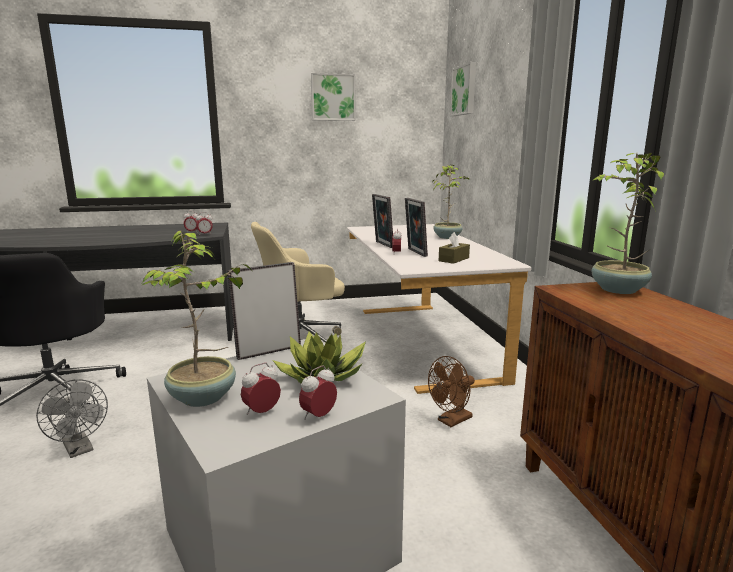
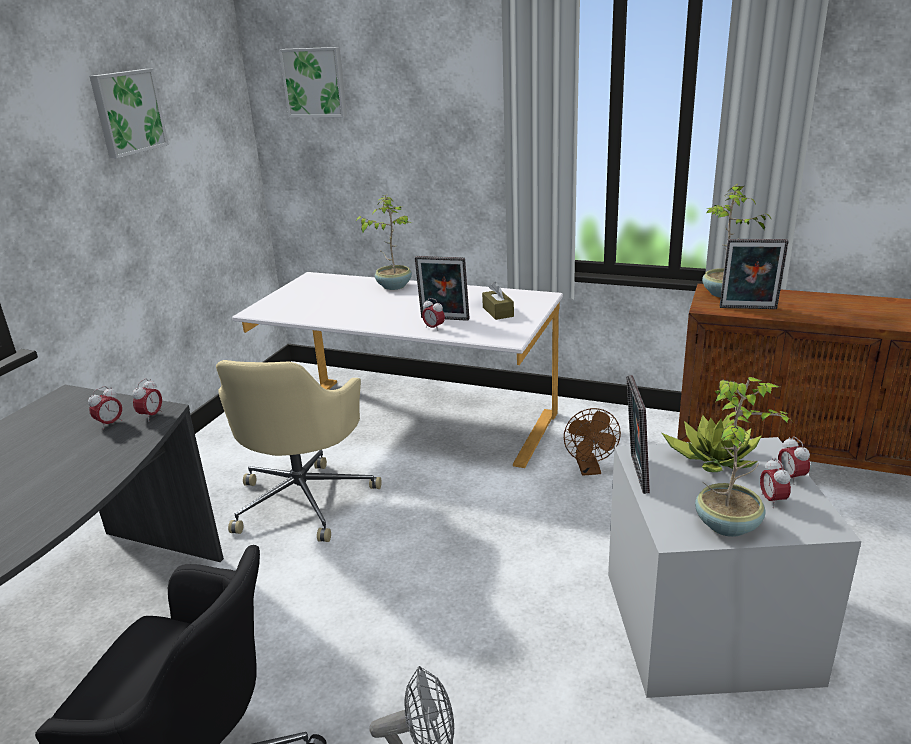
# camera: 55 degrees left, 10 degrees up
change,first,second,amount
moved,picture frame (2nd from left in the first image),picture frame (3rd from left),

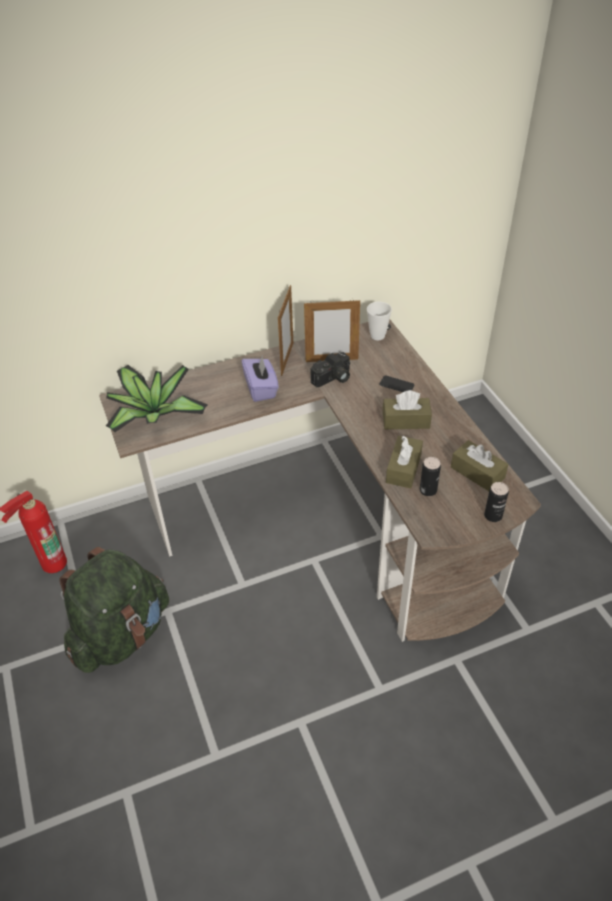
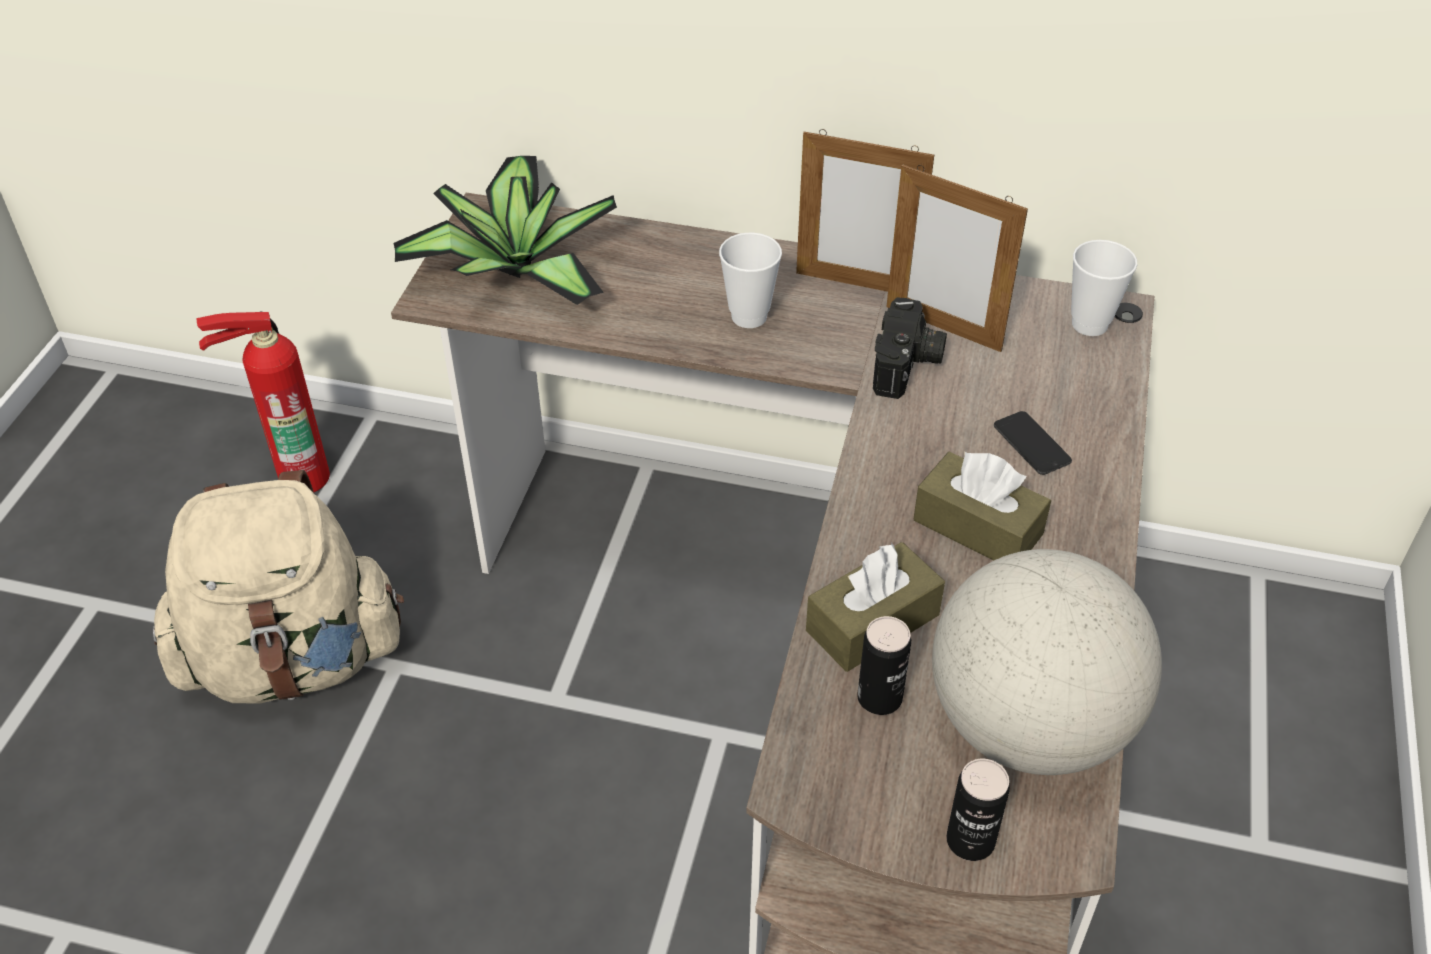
# camera: 35 degrees right, 0 degrees up
change,first,second,amount
replaced,purple-coloured tissue box,drinking cup (1st from left),
replaced,brown-coloured tissue box (3rd from left),desk globe,
recoloured,green-coloured knapsack,sand-coloured knapsack,
turned,picture frame (1st from left),,60 degrees clockwise
turned,photo camera,,75 degrees counterclockwise

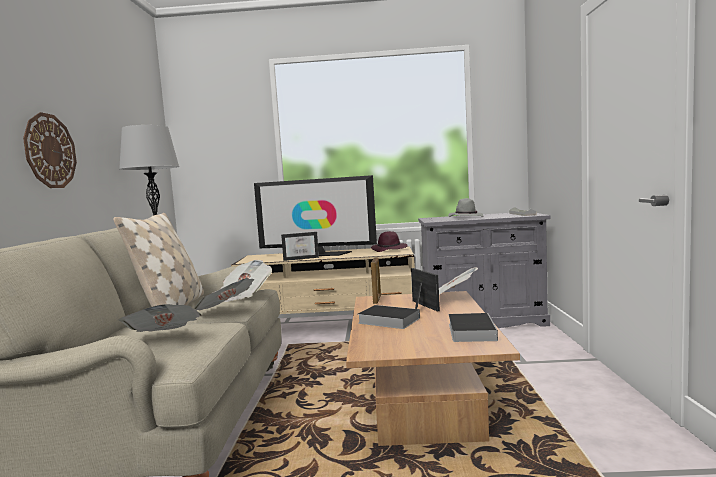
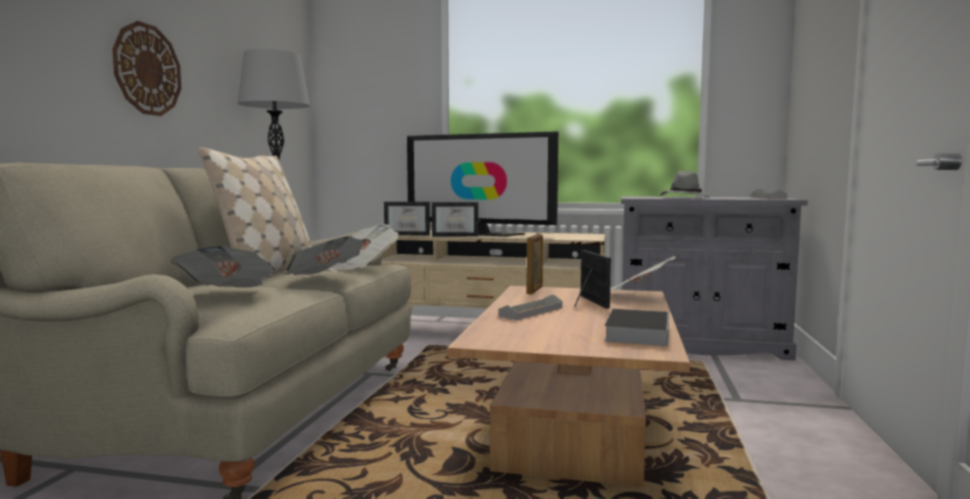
# camera: 10 degrees right, 0 degrees up
change,first,second,amount
removed,purple-coloured wearable hat,,
added,,picture frame (1st from left),
replaced,bound book (1st from left),gray tray (1st from left),

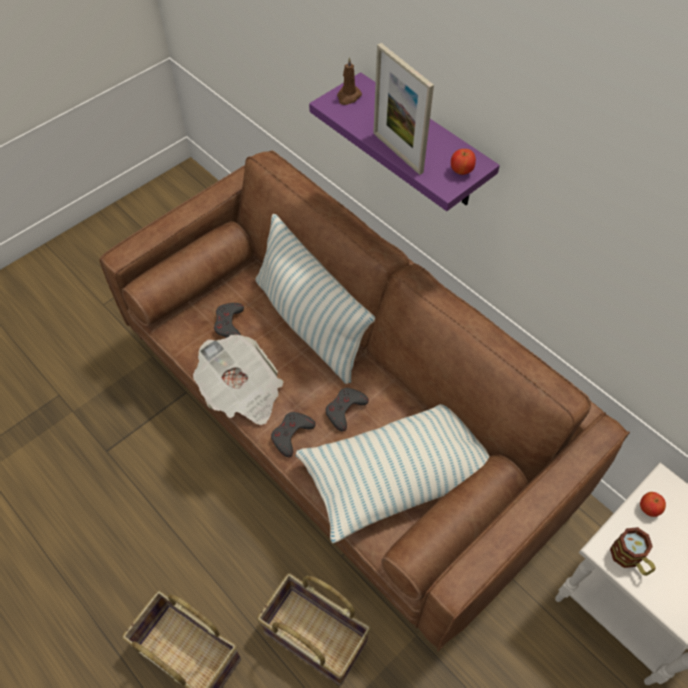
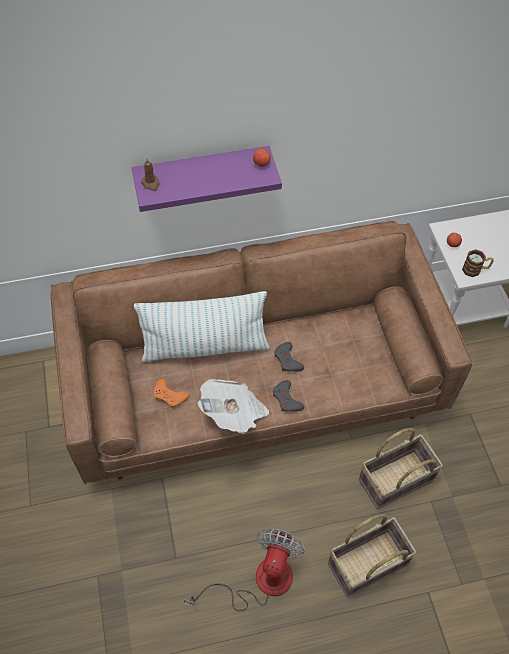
# camera: 60 degrees left, 0 degrees up
change,first,second,amount
removed,throw pillow (2nd from left),,
removed,picture frame,,
added,,fan,
recoloured,gray gamepad (1st from left),orange gamepad,

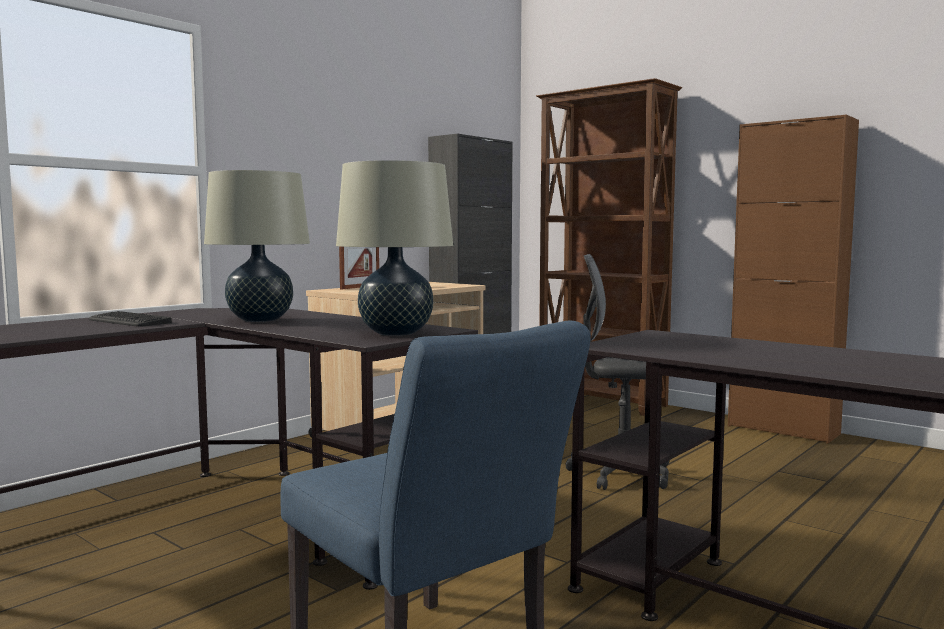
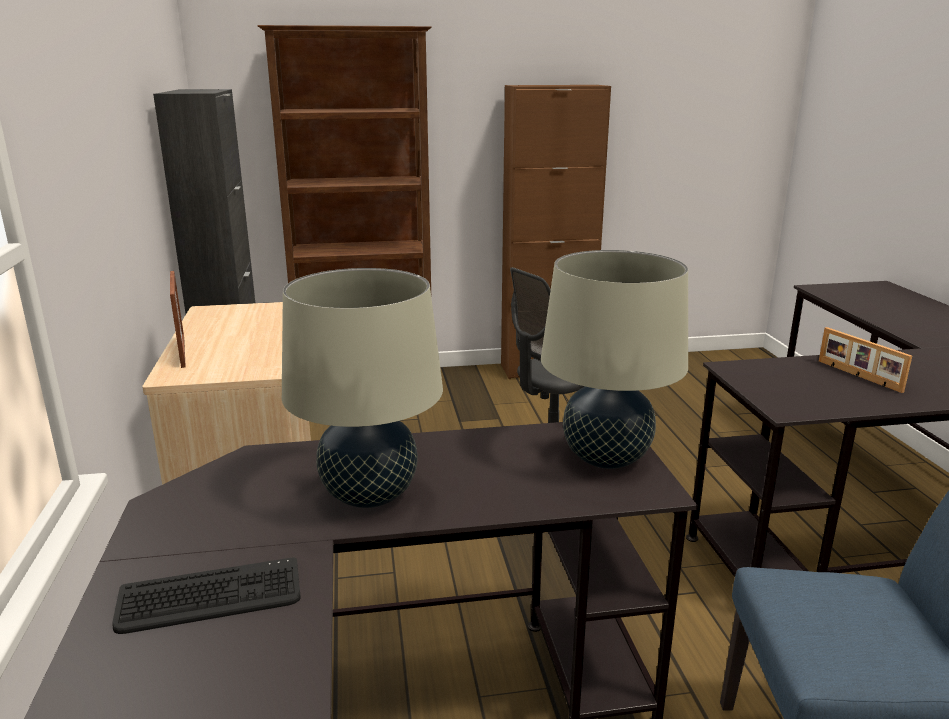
# camera: 50 degrees left, 15 degrees up
change,first,second,amount
added,,picture frame (2nd from left),

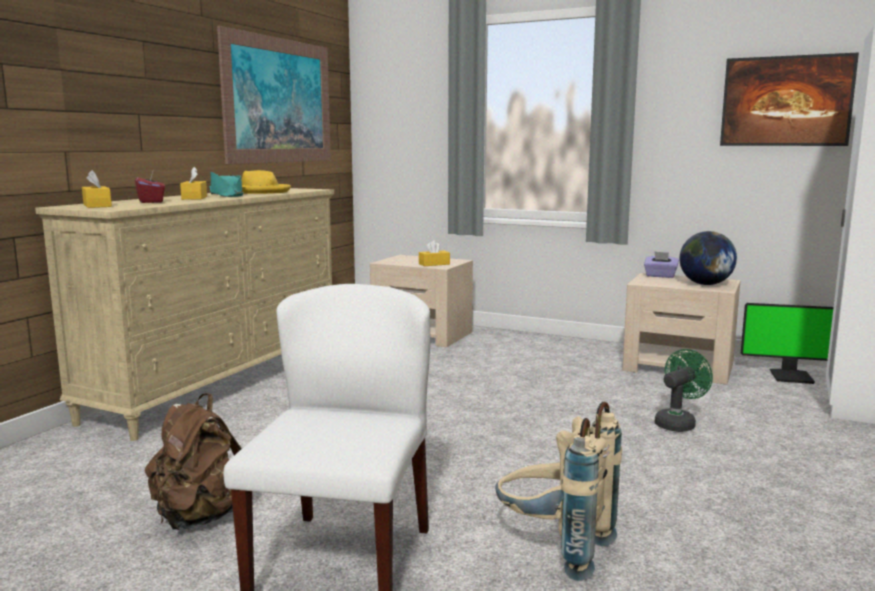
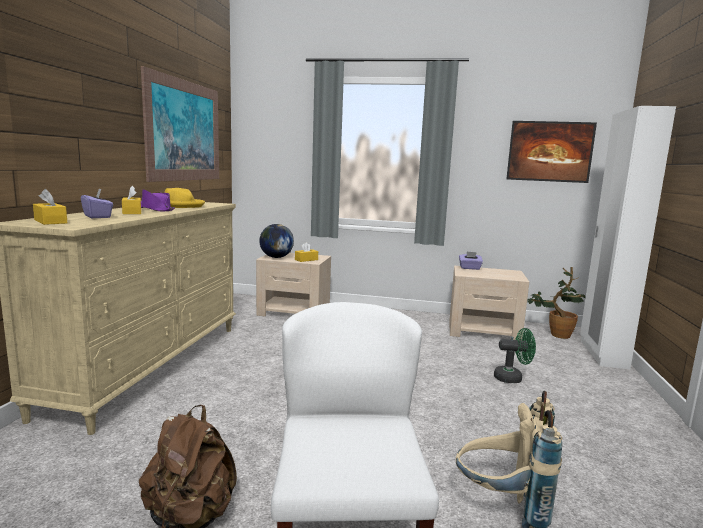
# camera: 15 degrees left, 0 degrees up
change,first,second,amount
moved,desk globe,,
replaced,computer display,plant in a pot,
recoloured,red-coloured tissue box,purple-coloured tissue box (1st from left),
recoloured,turquoise wearable hat,purple-coloured wearable hat,
turned,green-coloured fan,,60 degrees clockwise

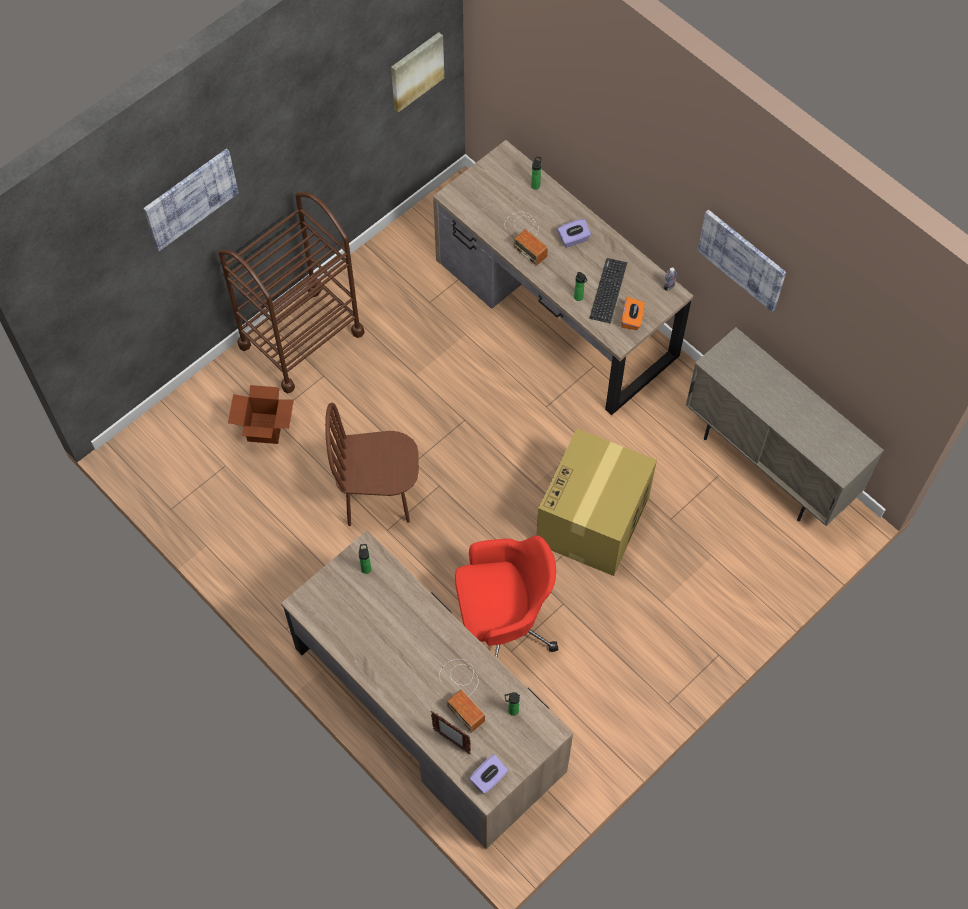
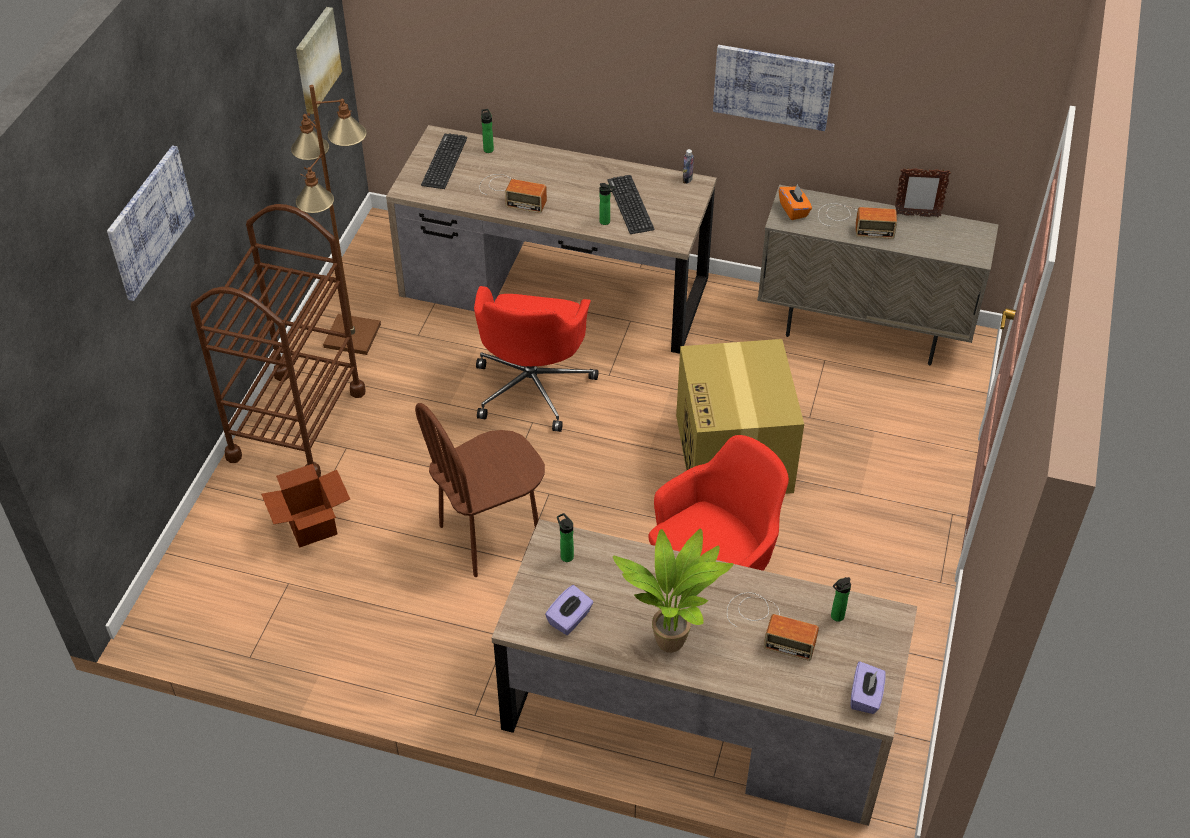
# camera: 30 degrees left, 15 degrees down
change,first,second,amount
added,,brown-coloured standing lamp,
added,,PC keyboard (1st from left),
added,,red-coloured computer chair (1st from left),
added,,plant in a pot,
added,,radio receiver (3rd from left),
moved,picture frame,,
moved,purple-coloured tissue box (2nd from left in the first image),purple-coloured tissue box (1st from left),
moved,orange tissue box,,

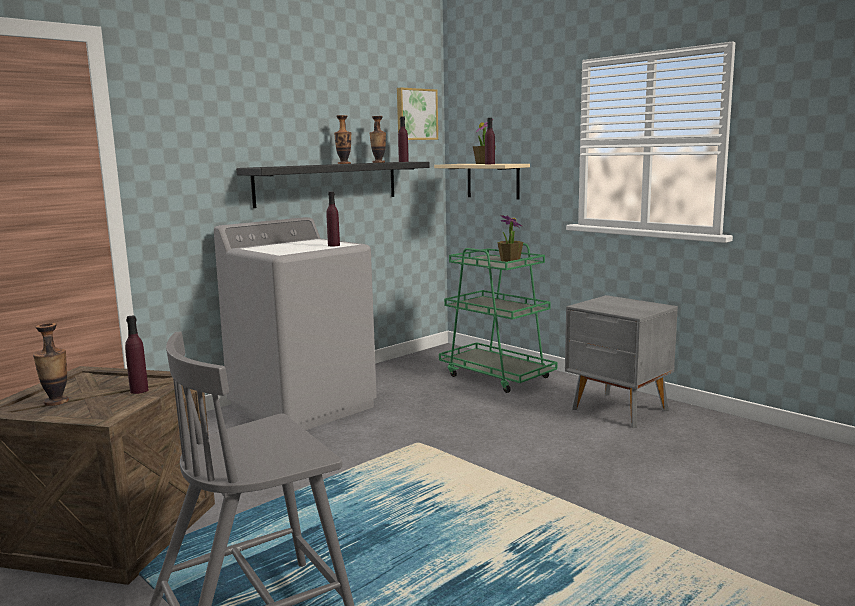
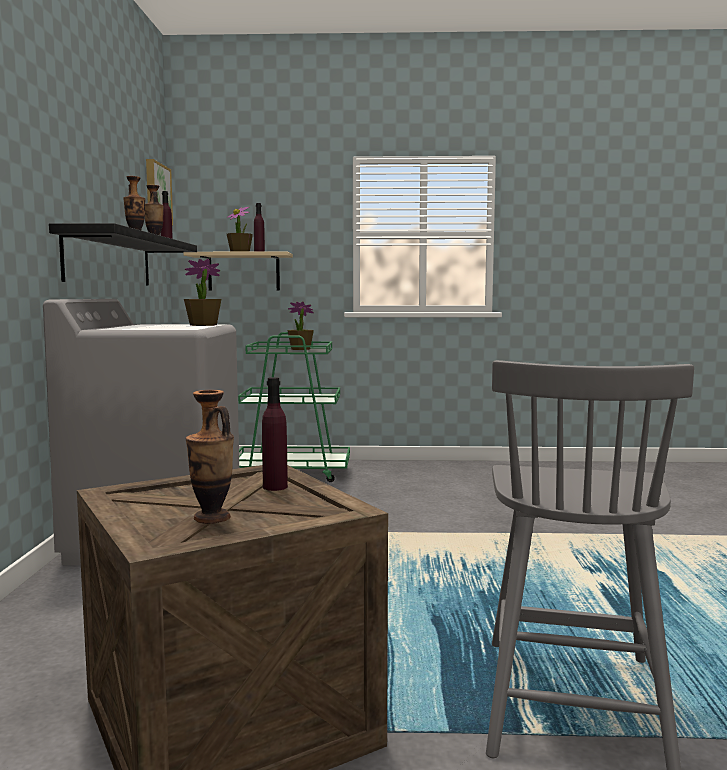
# camera: 45 degrees left, 5 degrees down
change,first,second,amount
removed,gray nightstand,,
replaced,purple-coloured drink bottle (2nd from left),plant in a pot (1st from left),

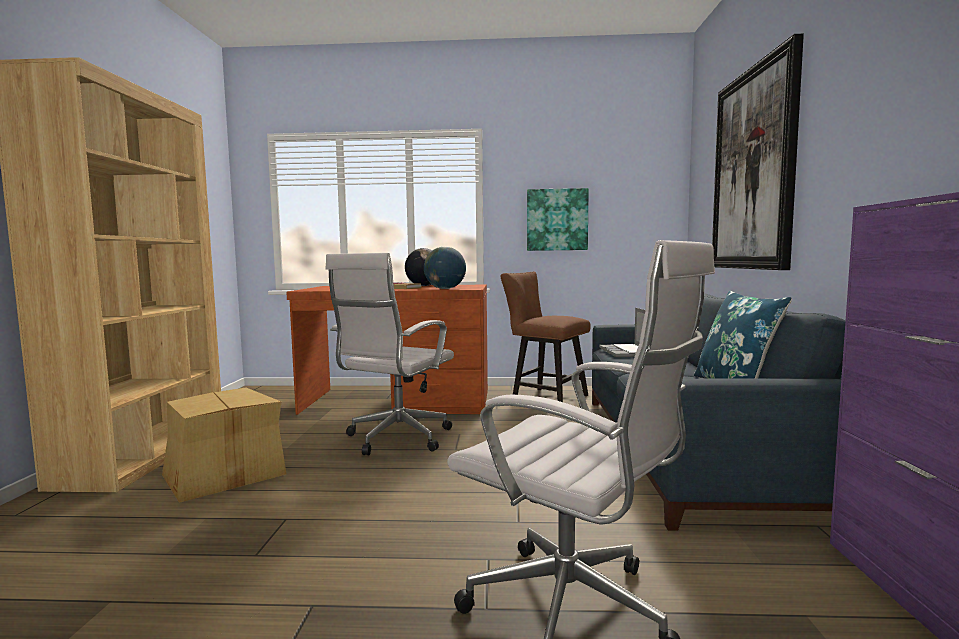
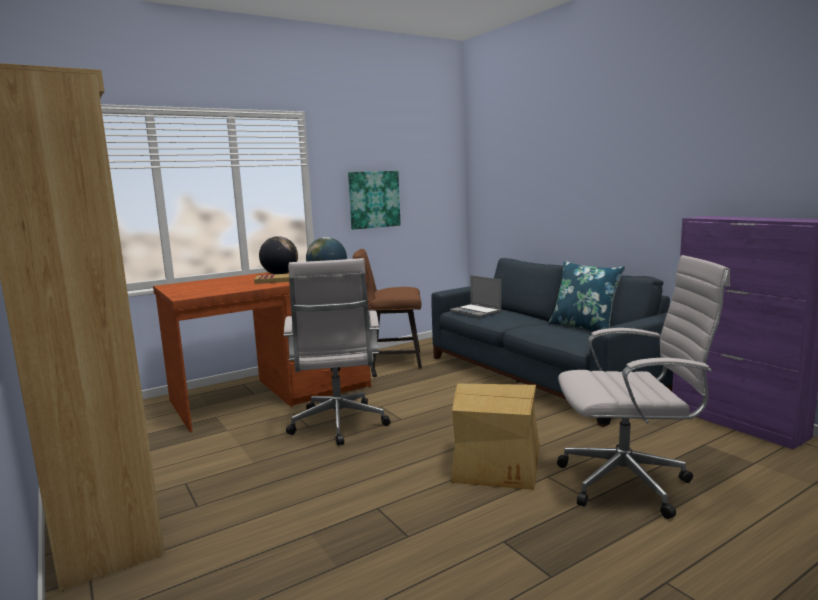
# camera: 35 degrees left, 5 degrees up
change,first,second,amount
removed,wall picture (2nd from left),,
moved,packing box,,

